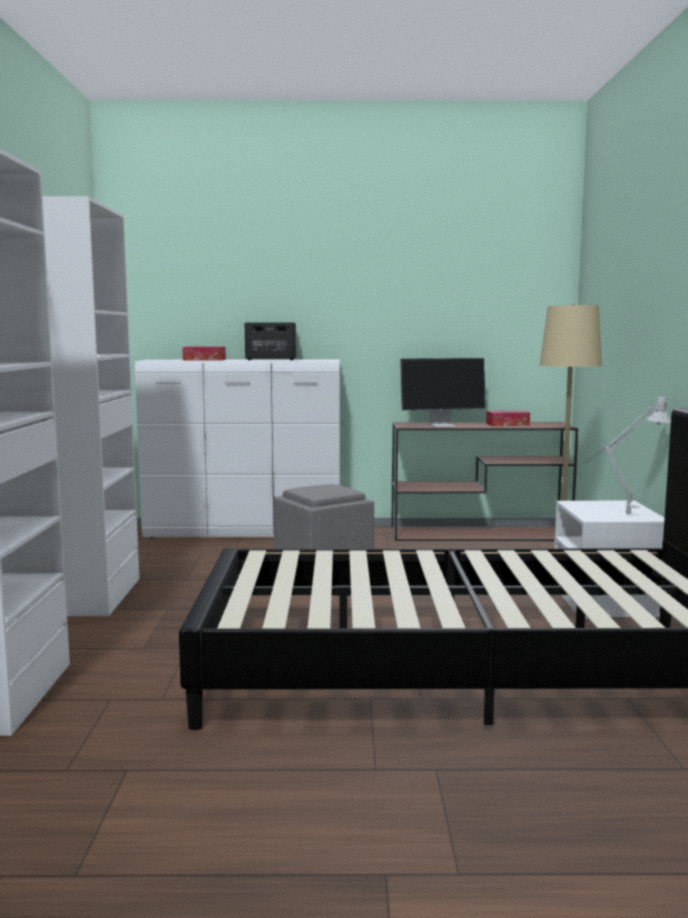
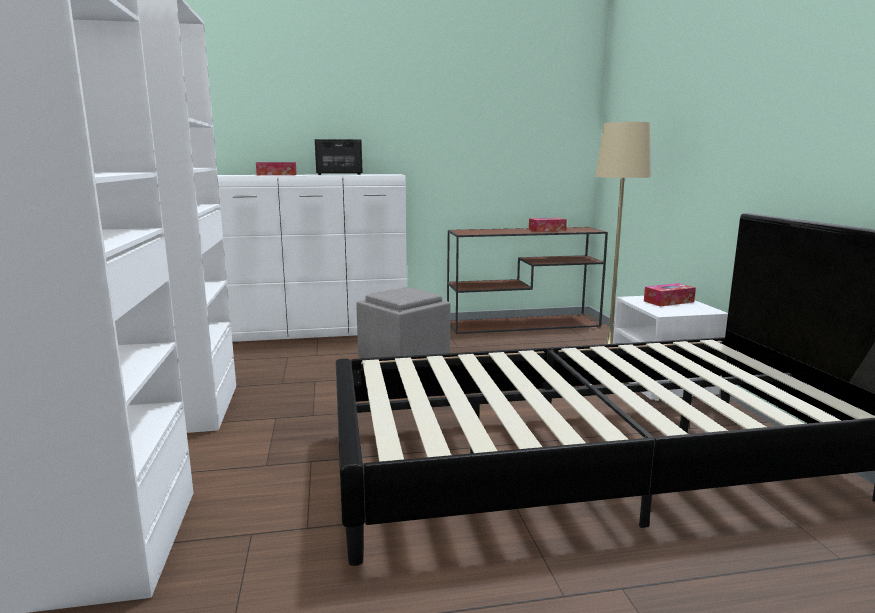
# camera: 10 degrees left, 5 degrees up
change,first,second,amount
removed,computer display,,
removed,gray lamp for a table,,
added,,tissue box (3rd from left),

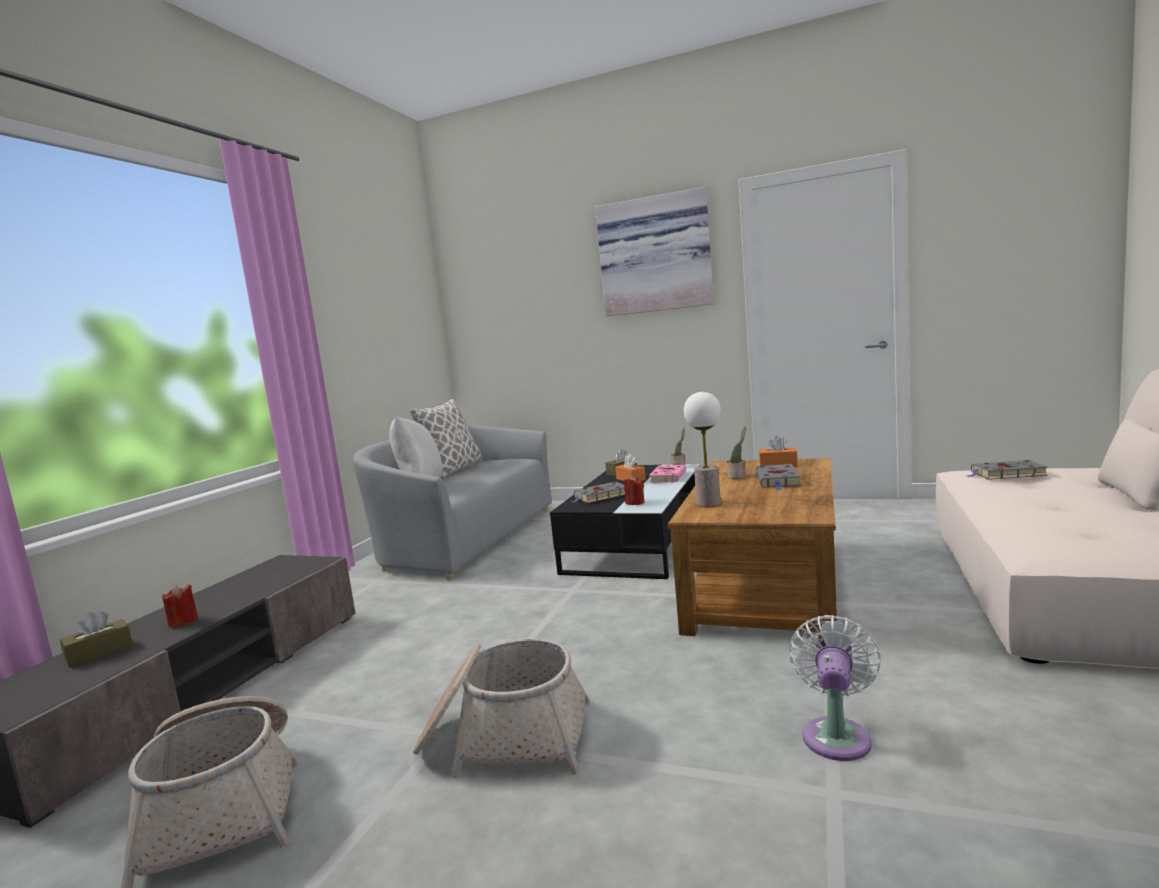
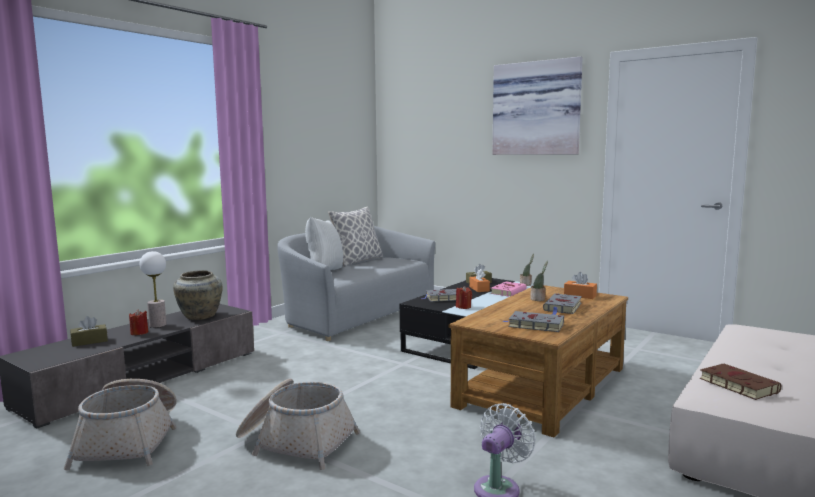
# camera: 15 degrees right, 0 degrees up
change,first,second,amount
added,,sand-coloured decorative vase,
added,,brown-coloured bound book,
moved,lamp for a table,,
moved,gray bound book (3rd from left in the first image),gray bound book (2nd from left),

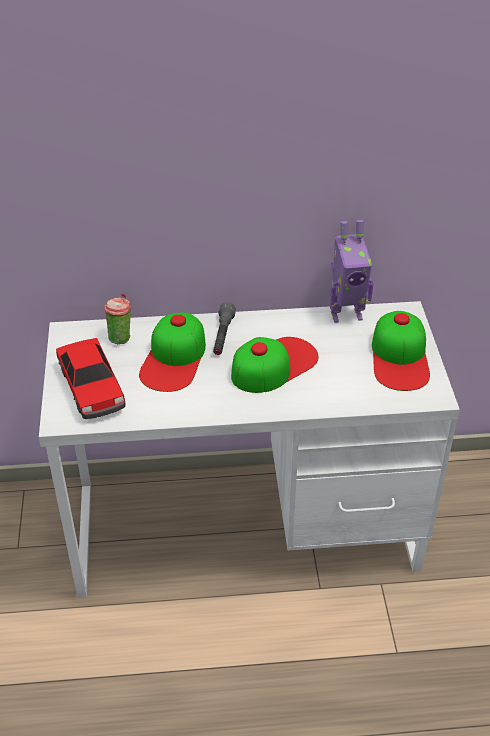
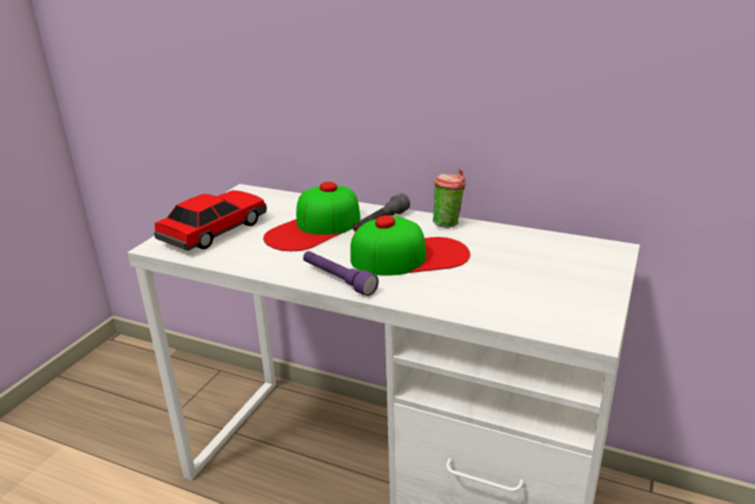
# camera: 30 degrees right, 15 degrees down
change,first,second,amount
removed,model robot,,
removed,cap (3rd from left),,
added,,purple-coloured torch,
moved,drinking cup,,
turned,model car,,150 degrees counterclockwise

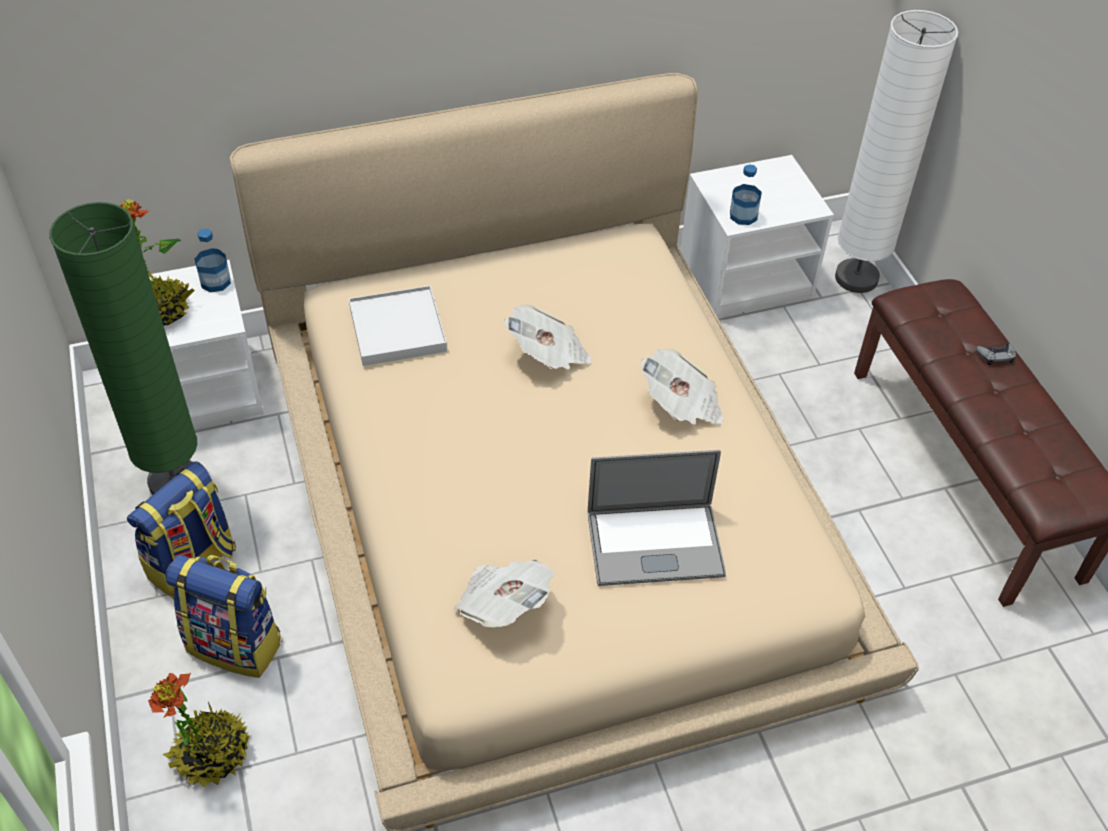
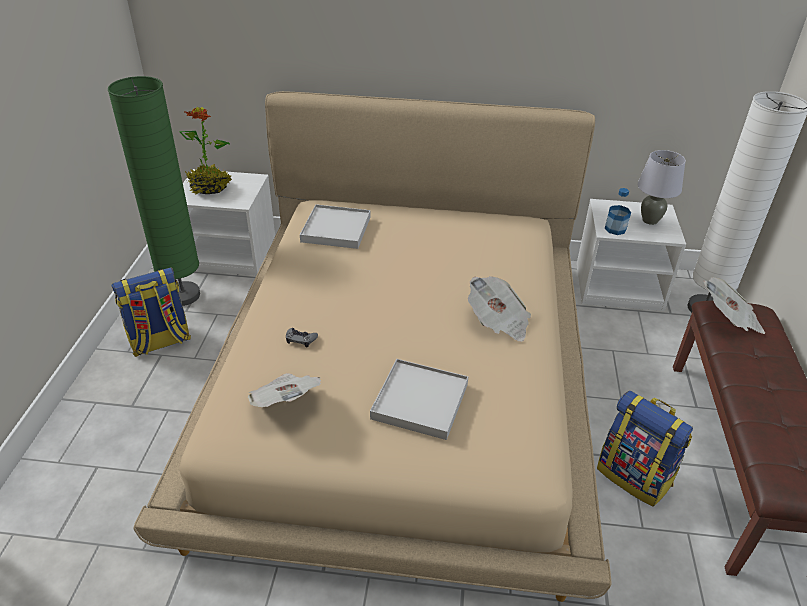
# camera: 25 degrees right, 10 degrees down
change,first,second,amount
removed,plant in a pot (2nd from left),,
removed,drink bottle (1st from left),,
added,,gray lamp for a table,
moved,knapsack (2nd from left),,
moved,printed paper (2nd from left in the first image),printed paper (3rd from left),
moved,gray gamepad,,
replaced,portable computer,white-coloured tray (2nd from left),

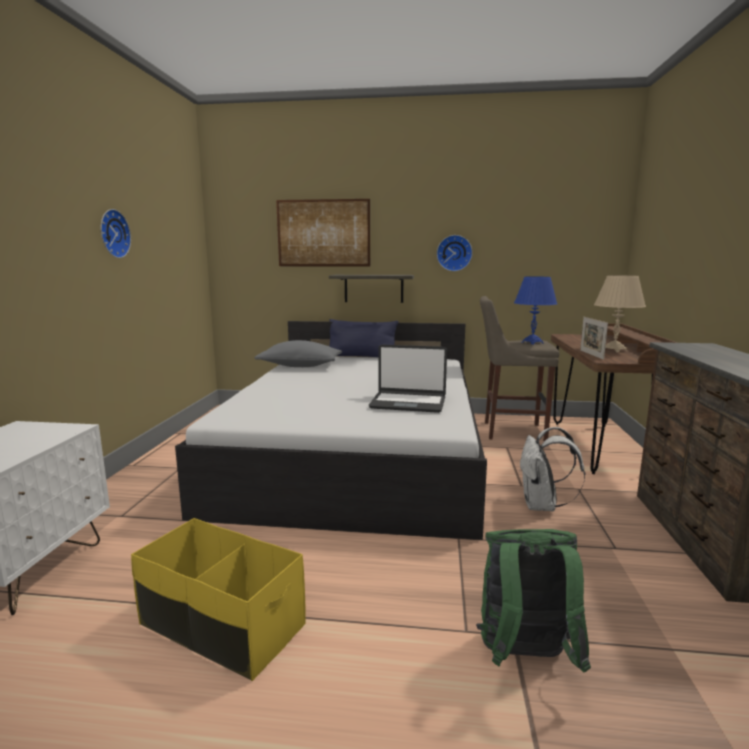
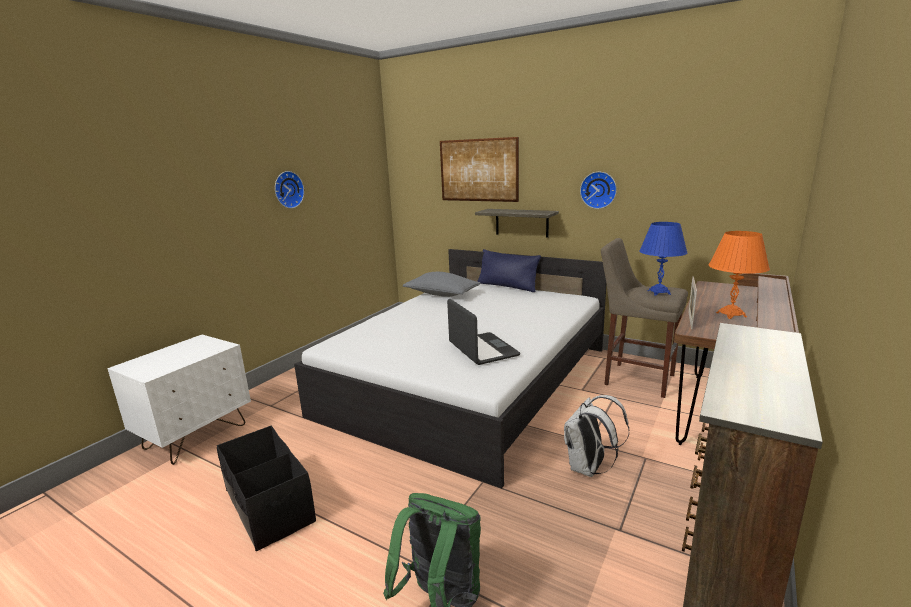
# camera: 25 degrees right, 5 degrees up
change,first,second,amount
recoloured,yellowish storage container,blackish storage container,
recoloured,sand-coloured lamp for a table,orange lamp for a table,
turned,portable computer,,150 degrees counterclockwise

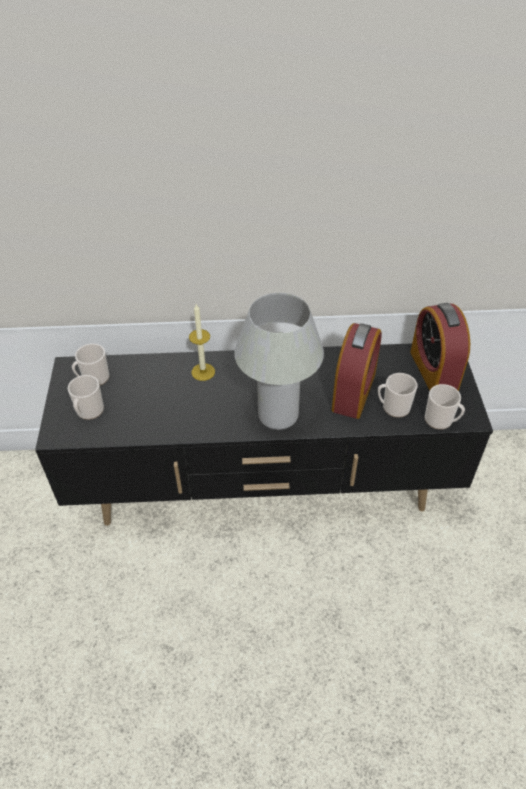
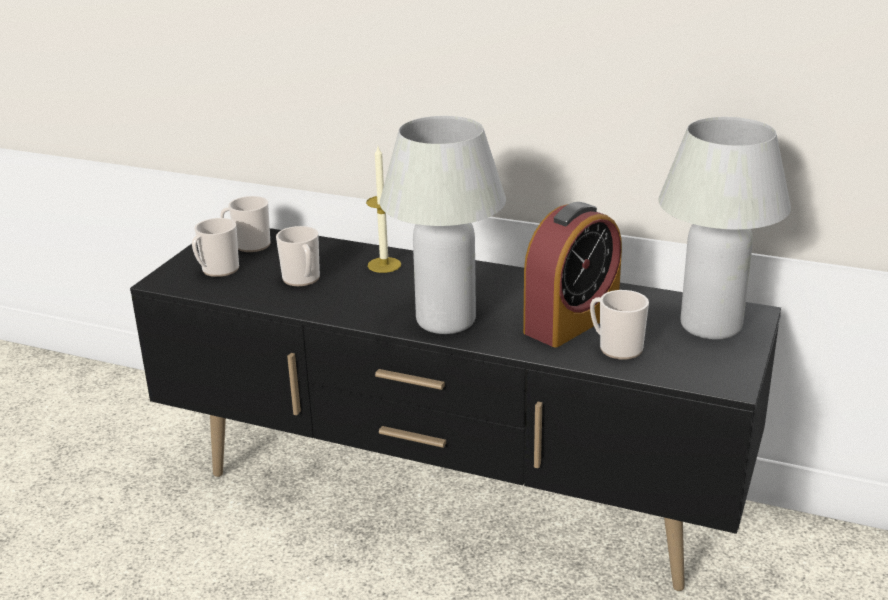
# camera: 25 degrees right, 20 degrees down
change,first,second,amount
moved,mug (4th from left in the first image),mug (3rd from left),
replaced,bedside clock (2nd from left),white-coloured lamp for a table (2nd from left),

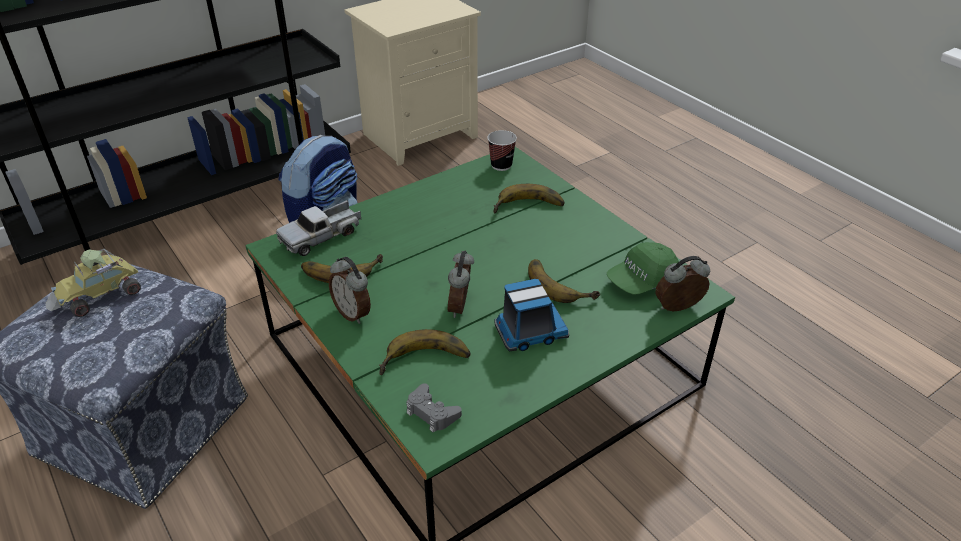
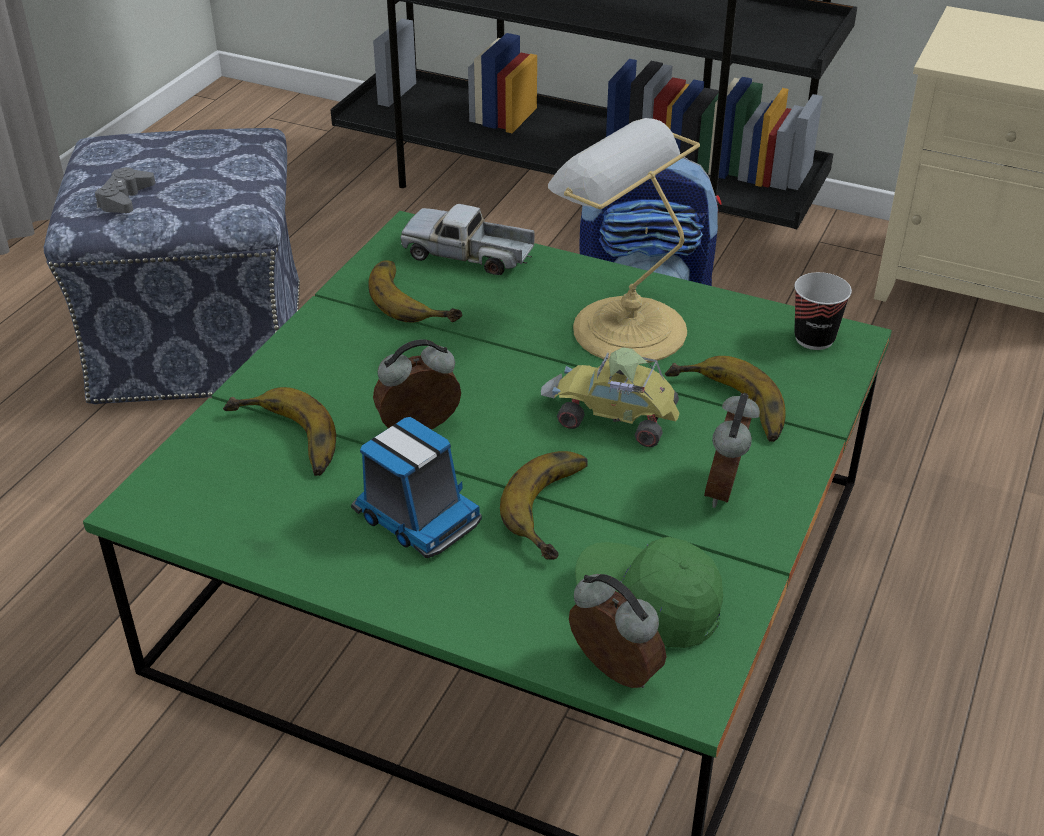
# camera: 60 degrees right, 0 degrees up
change,first,second,amount
added,,lamp for a table,
moved,model car,,
moved,bedside clock (1st from left in the first image),bedside clock (3rd from left),
moved,gray gamepad,,

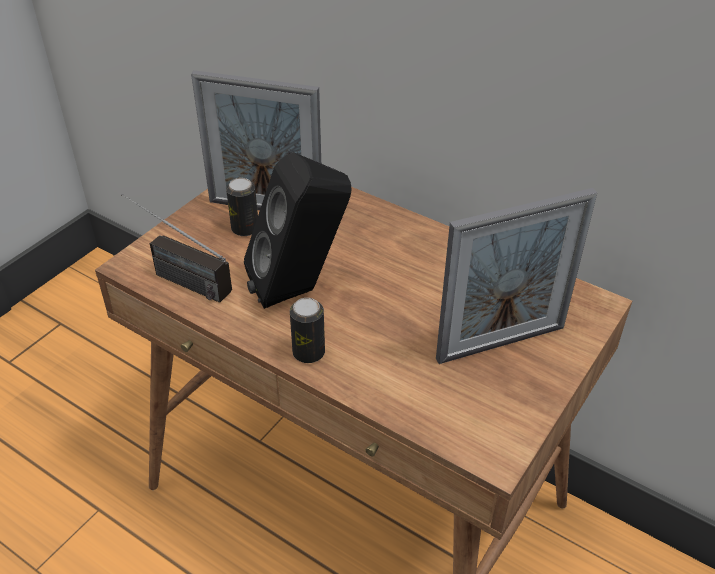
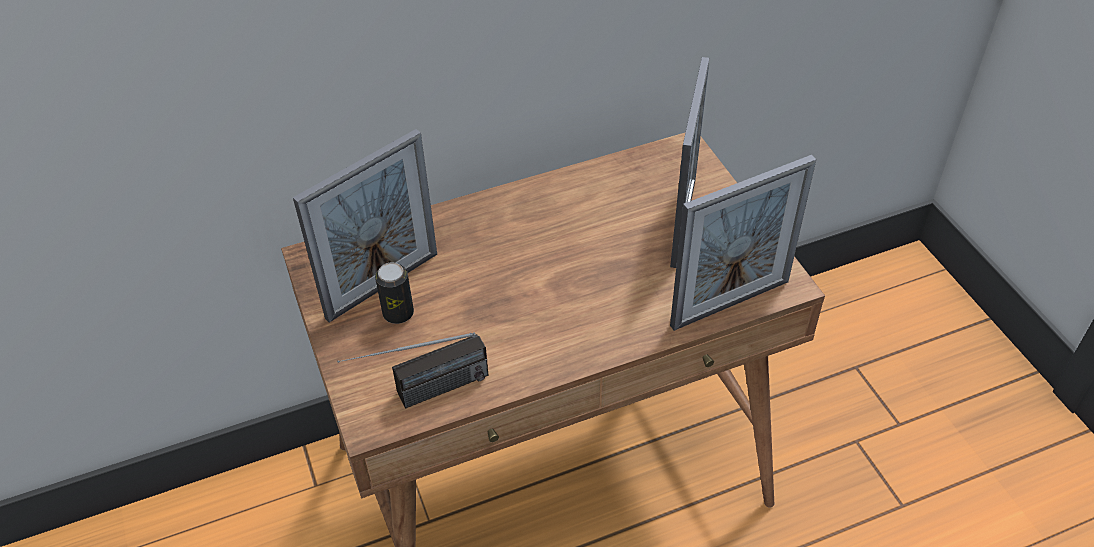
# camera: 55 degrees left, 5 degrees up
change,first,second,amount
removed,blackish speaker,,
removed,metal can (2nd from left),,
added,,picture frame (3rd from left),

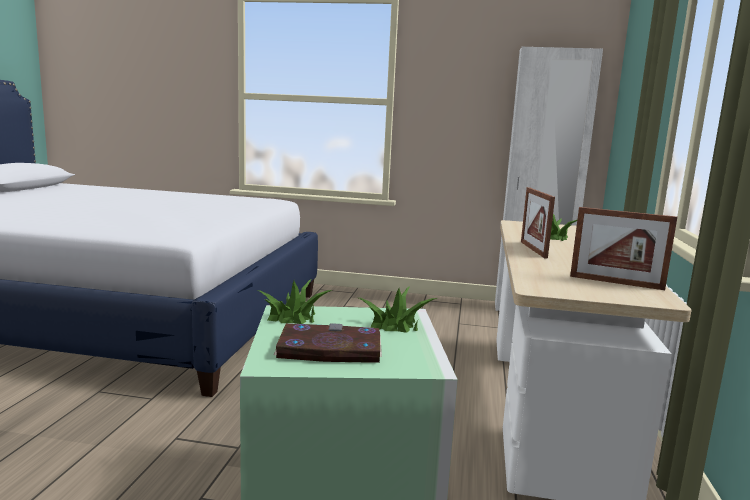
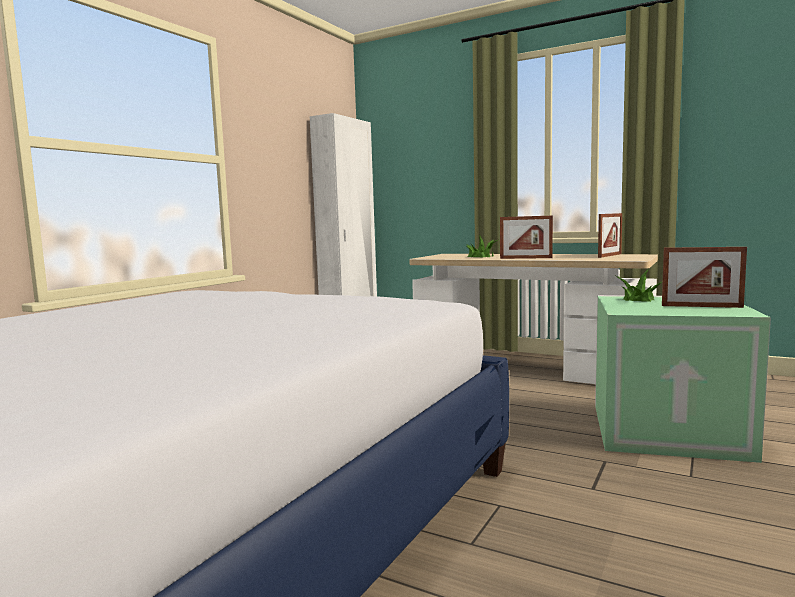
# camera: 70 degrees left, 5 degrees down
change,first,second,amount
removed,plant in a pot (1st from left),,
replaced,bound book,picture frame (3rd from left),

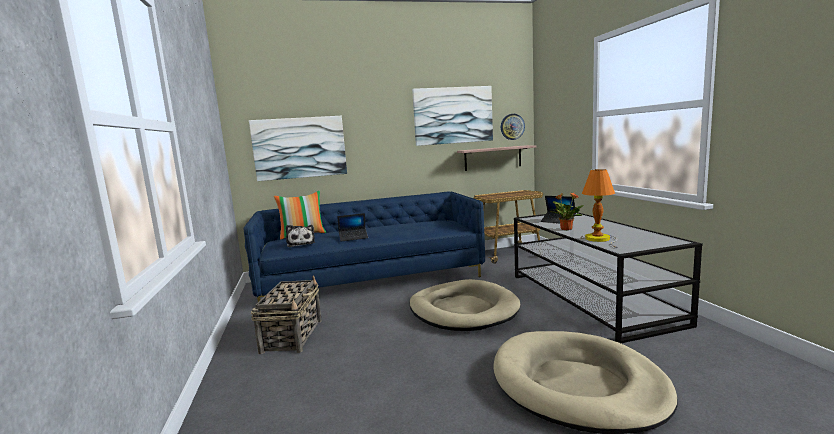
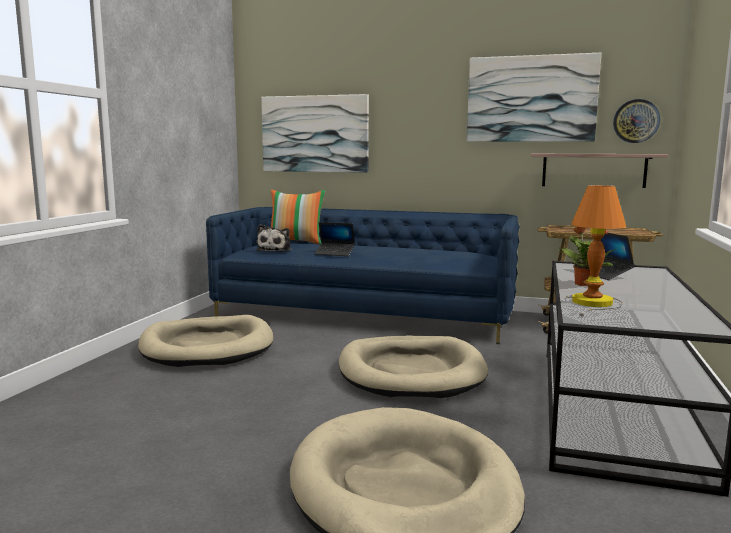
# camera: 30 degrees right, 0 degrees up
change,first,second,amount
replaced,household basket,sand-coloured dog bed (1st from left),

